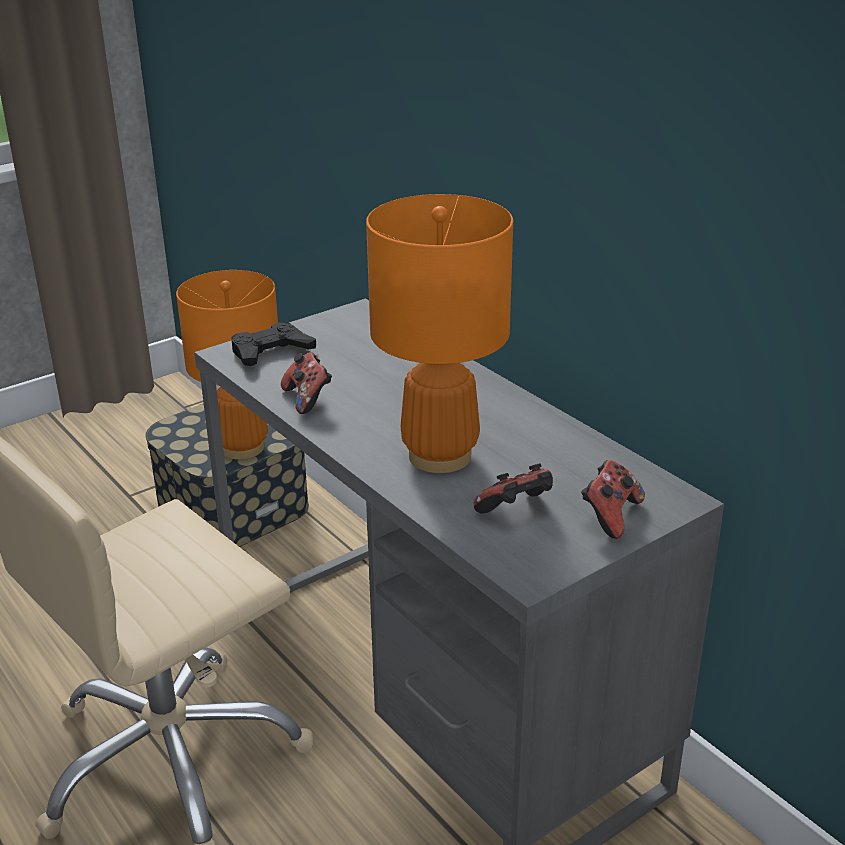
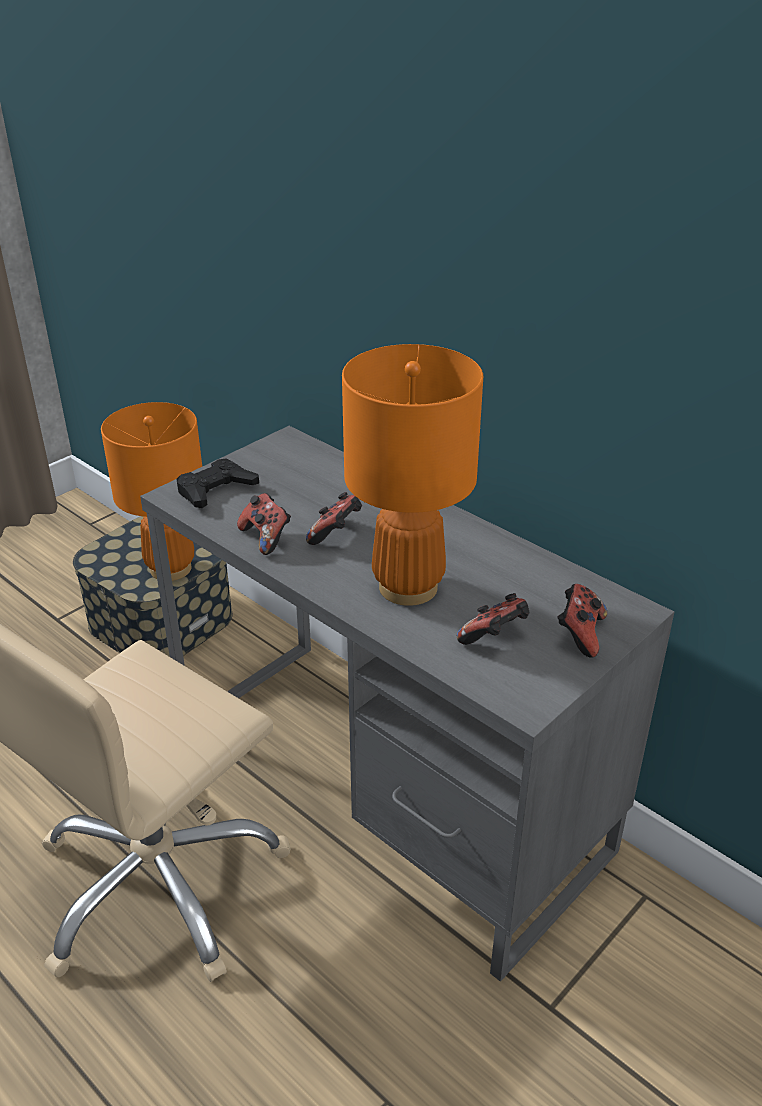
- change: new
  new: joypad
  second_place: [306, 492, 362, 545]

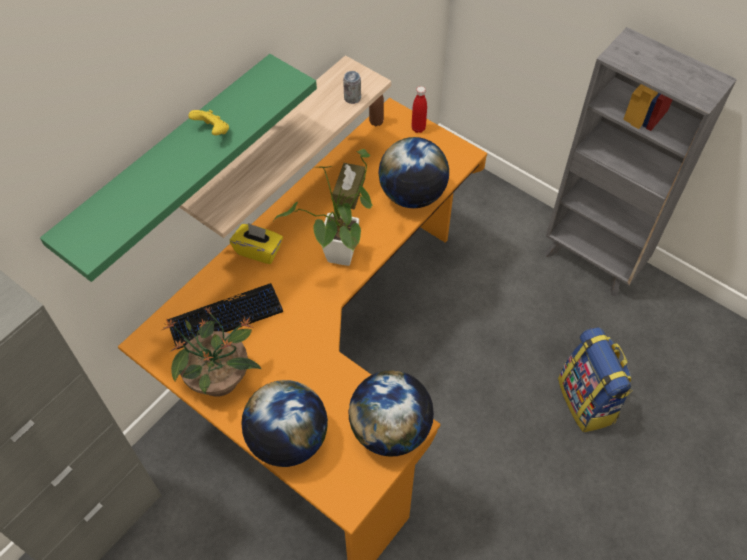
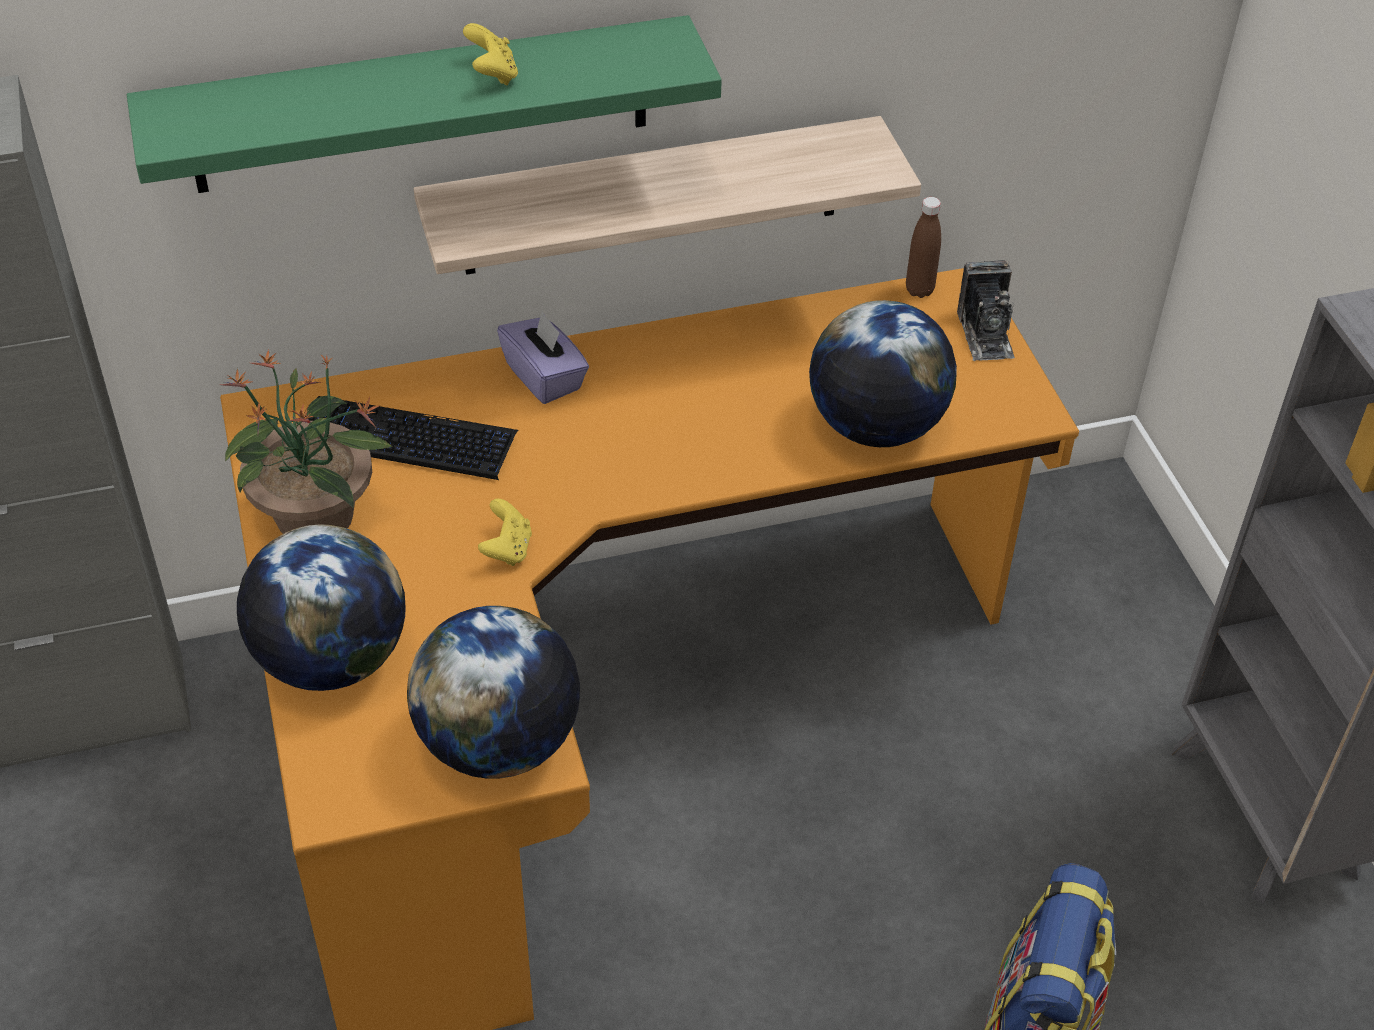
- change: repainted
  old: box of tissues in yellowish
  new: box of tissues in purple-coloured
  first_place: [230, 223, 283, 264]
  second_place: [497, 311, 589, 404]
- change: gone
  old: houseplant
  first_place: [274, 149, 373, 266]
- change: gone
  old: box of tissues in brownish
  first_place: [332, 163, 365, 209]
- change: gone
  old: metal can
  first_place: [343, 71, 361, 104]
- change: swapped
  old: drink bottle in red
  new: still camera
  first_place: [411, 86, 427, 133]
  second_place: [957, 260, 1015, 361]
- change: new
  new: joypad in yellowish
  second_place: [478, 499, 532, 566]

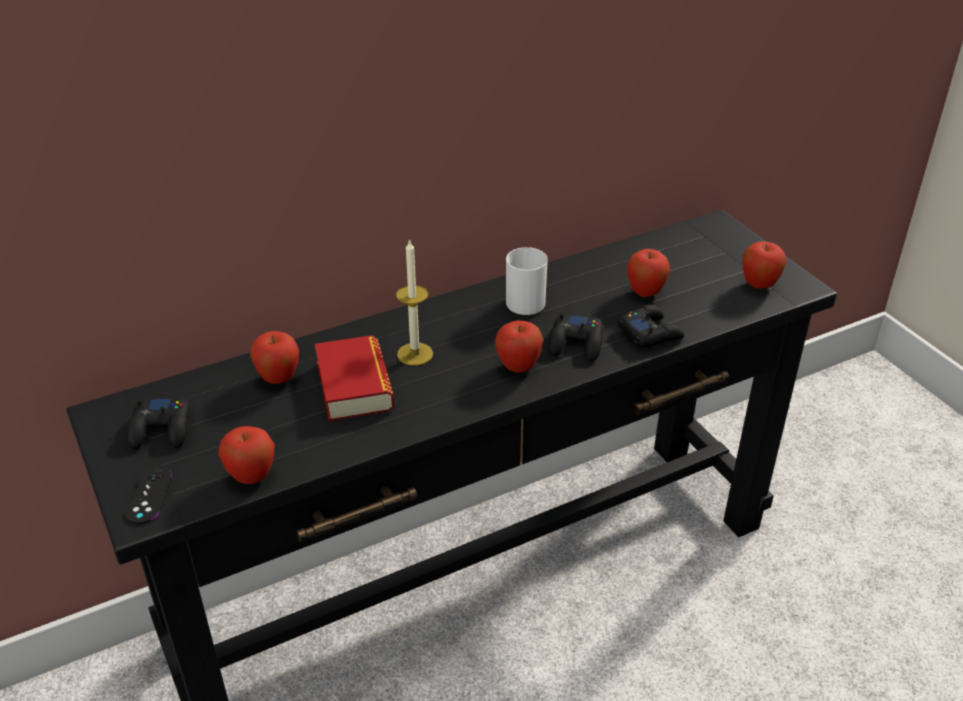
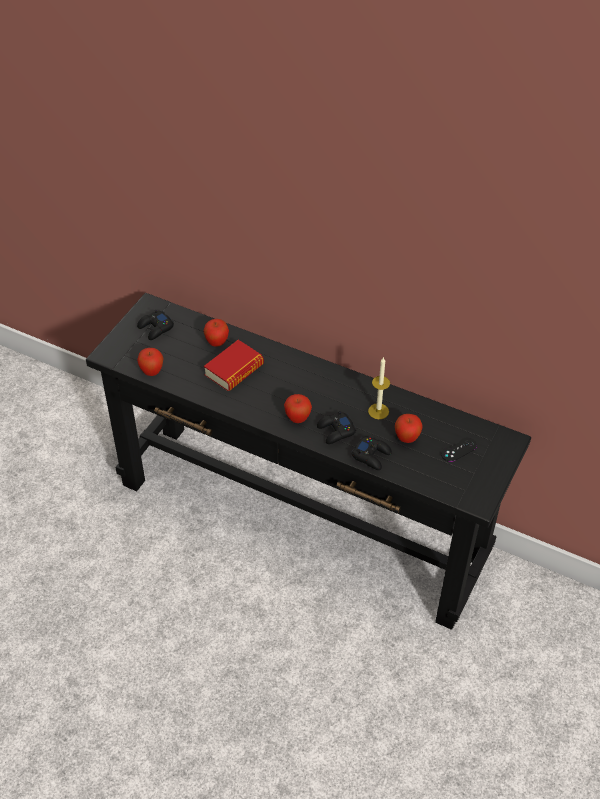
- change: shifted
  old: joypad in blackish
  first_place: [124, 465, 172, 524]
  second_place: [441, 438, 477, 462]
- change: shifted
  old: candle
  first_place: [396, 239, 433, 366]
  second_place: [368, 357, 390, 419]
- change: gone
  old: mug in whitish
  first_place: [506, 247, 548, 315]
- change: gone
  old: whole apple
  first_place: [743, 241, 786, 289]

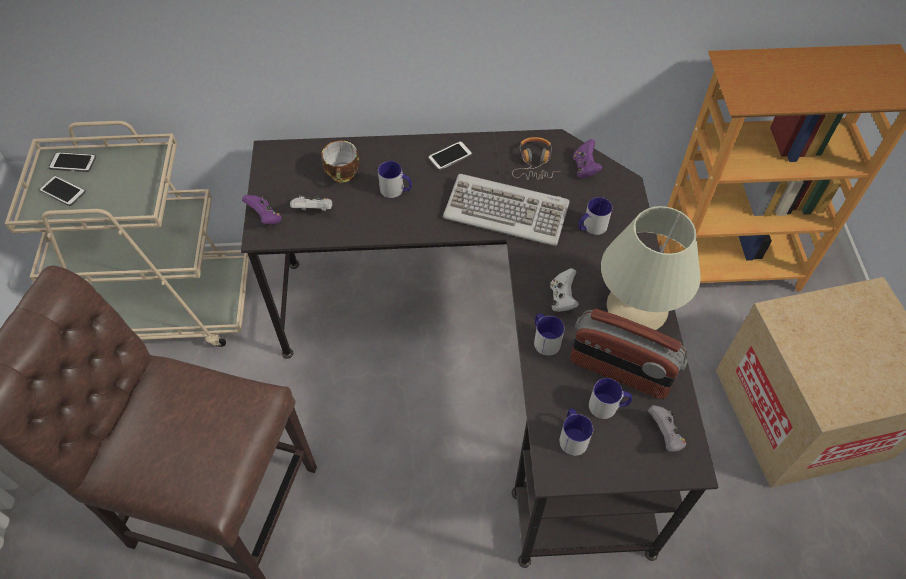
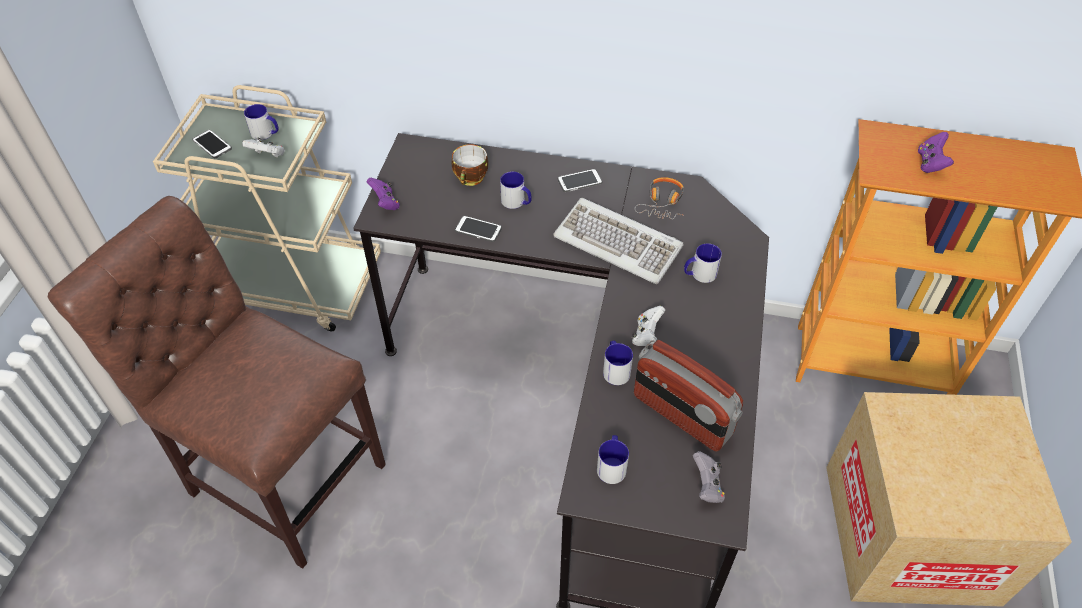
- change: shifted
  old: handset
  first_place: [49, 152, 96, 172]
  second_place: [455, 216, 502, 242]
- change: shifted
  old: joypad in whitish
  first_place: [290, 194, 332, 211]
  second_place: [242, 138, 285, 157]
- change: shifted
  old: joypad in purple-coloured
  first_place: [573, 139, 603, 178]
  second_place: [918, 132, 954, 173]
- change: shifted
  old: mug
  first_place: [589, 378, 632, 419]
  second_place: [244, 104, 279, 140]
- change: gone
  old: table lamp in beige-coloured
  first_place: [601, 206, 701, 330]

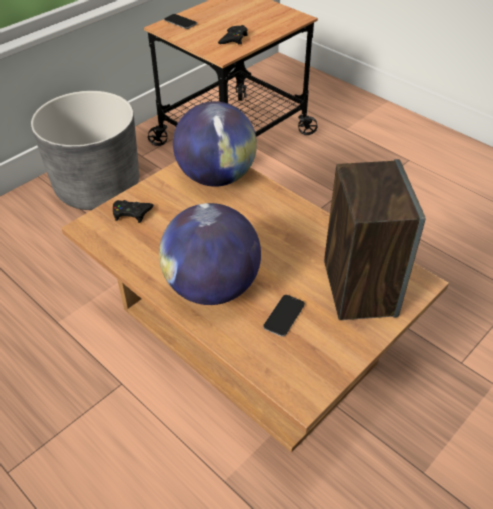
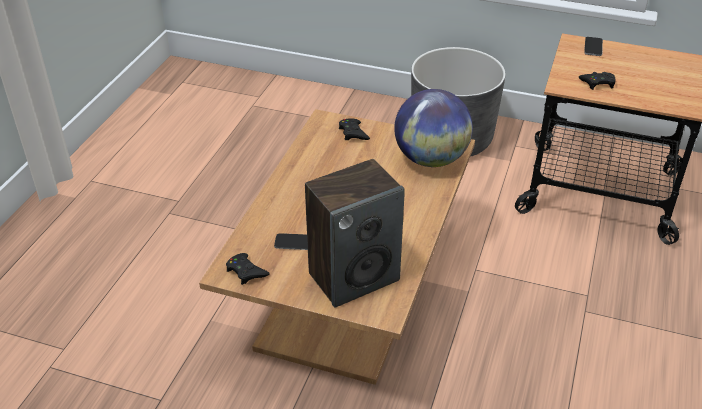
- change: gone
  old: world globe
  first_place: [159, 203, 261, 305]
- change: new
  new: joypad in blackish
  second_place: [226, 253, 270, 285]

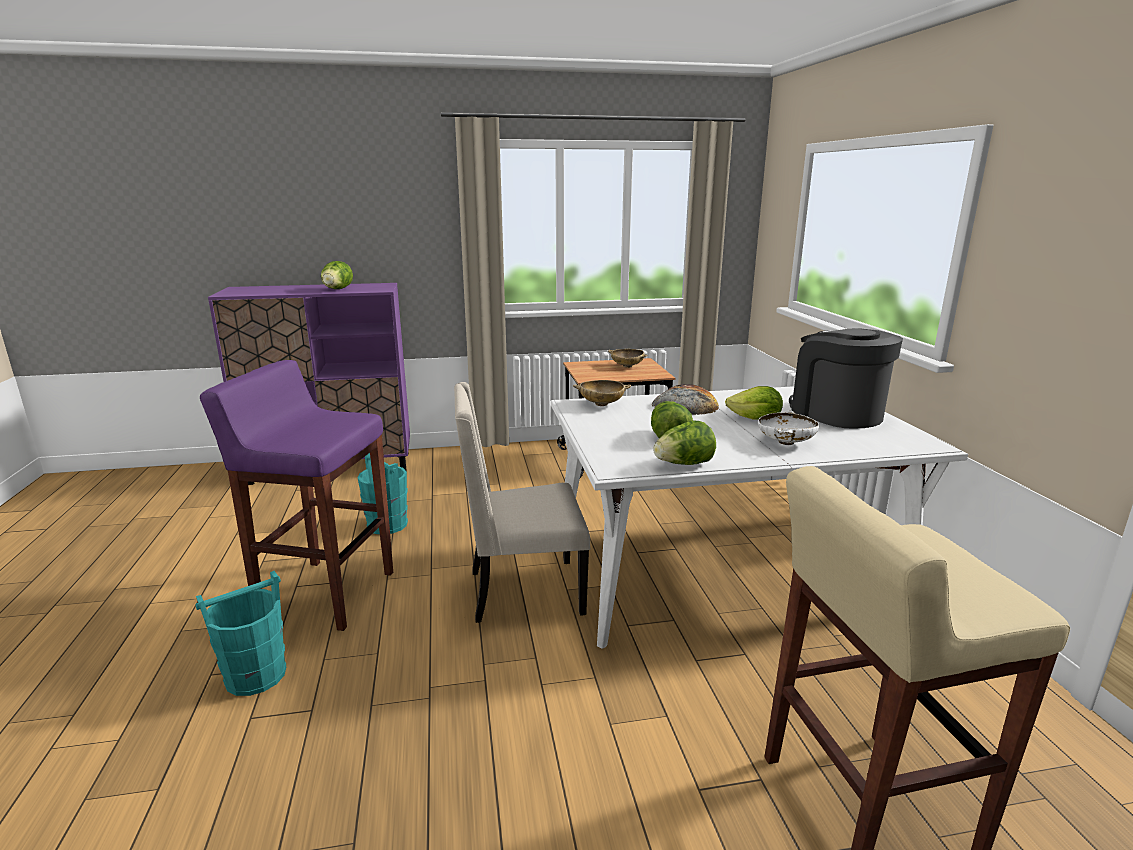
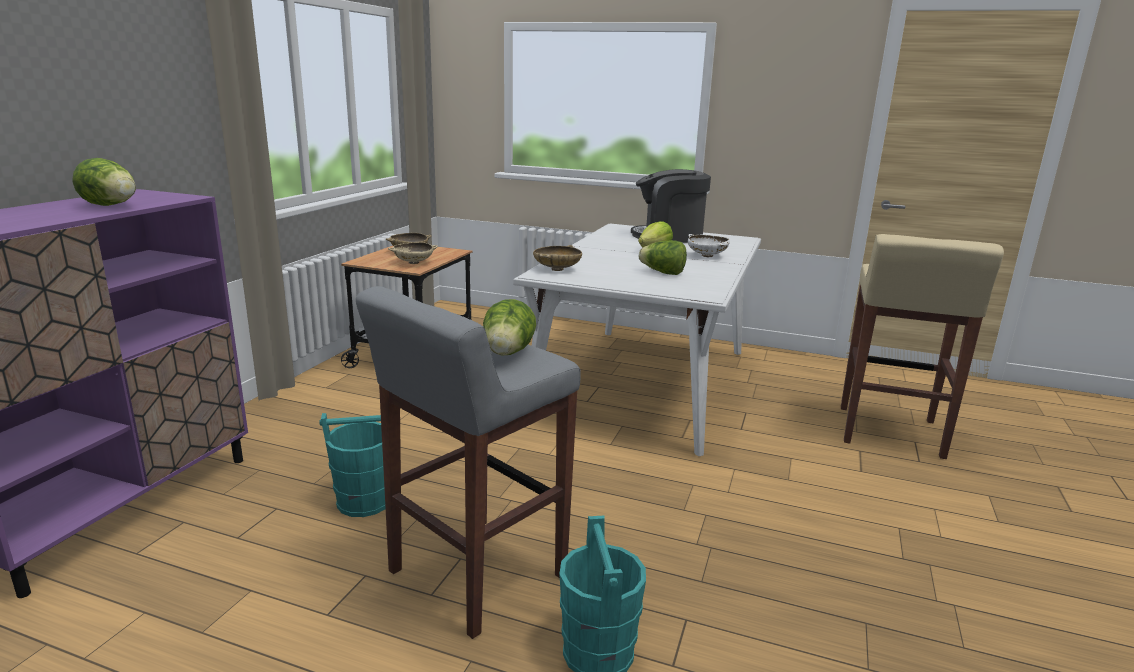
- change: repainted
  old: stool in purple-coloured
  new: stool in grey
  first_place: [200, 360, 393, 631]
  second_place: [356, 286, 581, 639]
- change: gone
  old: chair in beige-coloured
  first_place: [454, 382, 590, 623]
- change: gone
  old: baked bread
  first_place: [651, 384, 719, 415]
- change: shifted
  old: head of lettuce
  first_place: [653, 421, 716, 465]
  second_place: [483, 299, 536, 356]
- change: new
  new: bowl in beige-coloured
  second_place: [388, 242, 438, 264]

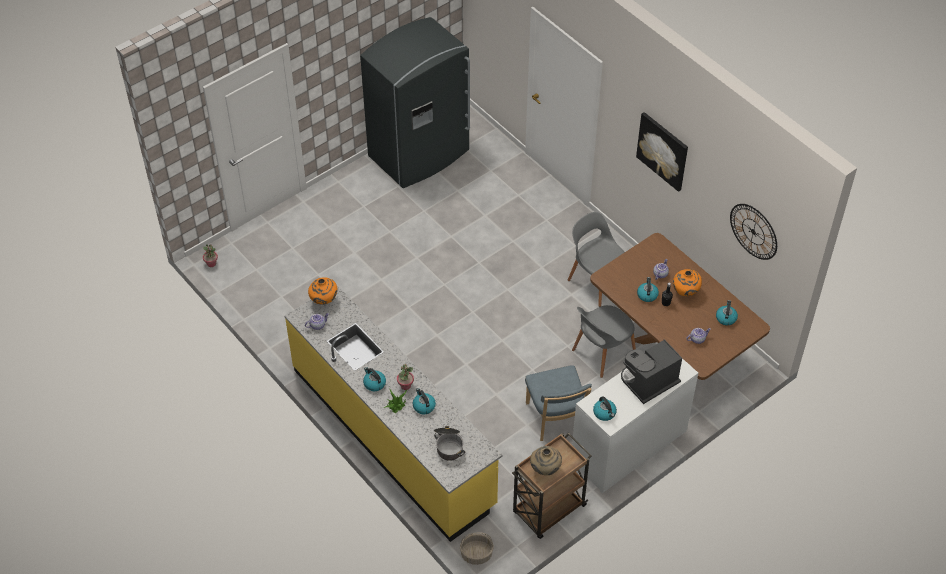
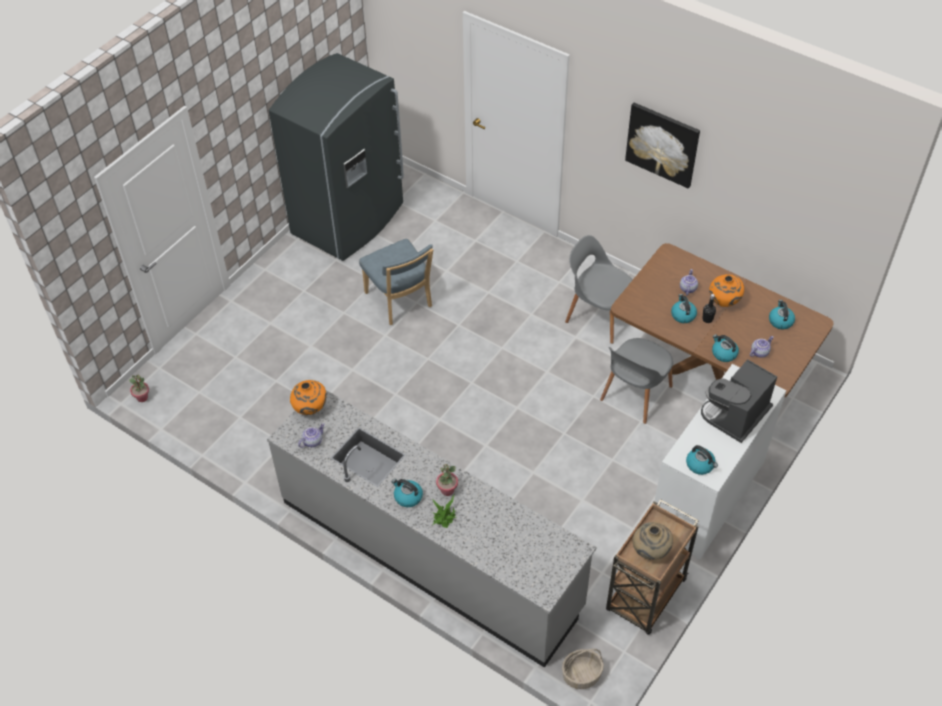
- change: repainted
  old: kitchen base unit in yellowish
  new: kitchen base unit in grey
  first_place: [284, 284, 503, 542]
  second_place: [267, 390, 597, 668]
- change: shifted
  old: water kettle
  first_place: [413, 388, 436, 414]
  second_place: [712, 334, 739, 362]
- change: gone
  old: stockpot
  first_place: [434, 426, 465, 461]
- change: shifted
  old: chair in bluish
  first_place: [525, 365, 592, 441]
  second_place: [359, 239, 433, 325]
- change: gone
  old: clock on the wall
  first_place: [730, 204, 777, 260]

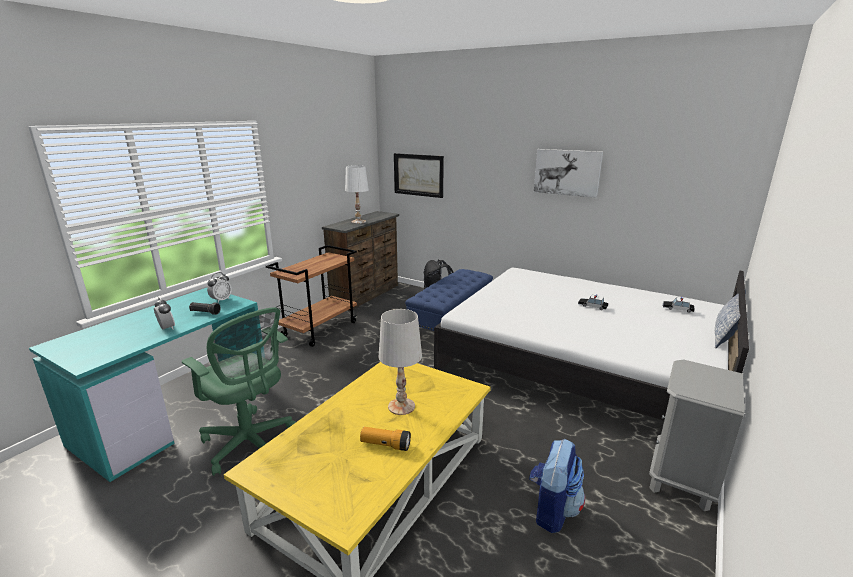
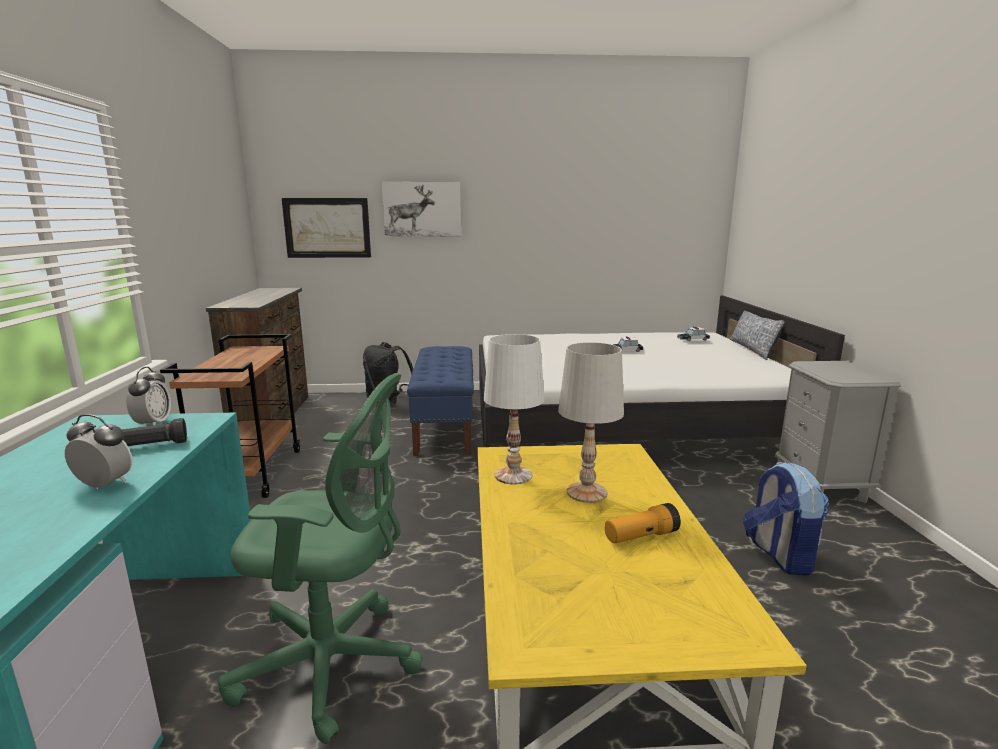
- change: shifted
  old: table lamp in whitish
  first_place: [345, 165, 369, 224]
  second_place: [484, 334, 545, 484]
- change: shifted
  old: wall picture
  first_place: [534, 149, 603, 198]
  second_place: [382, 182, 461, 237]

